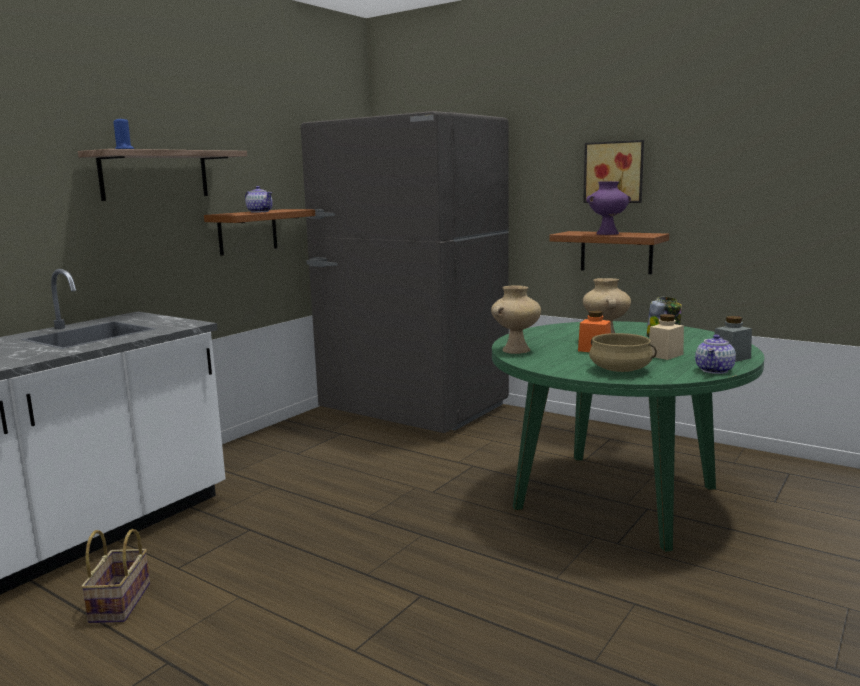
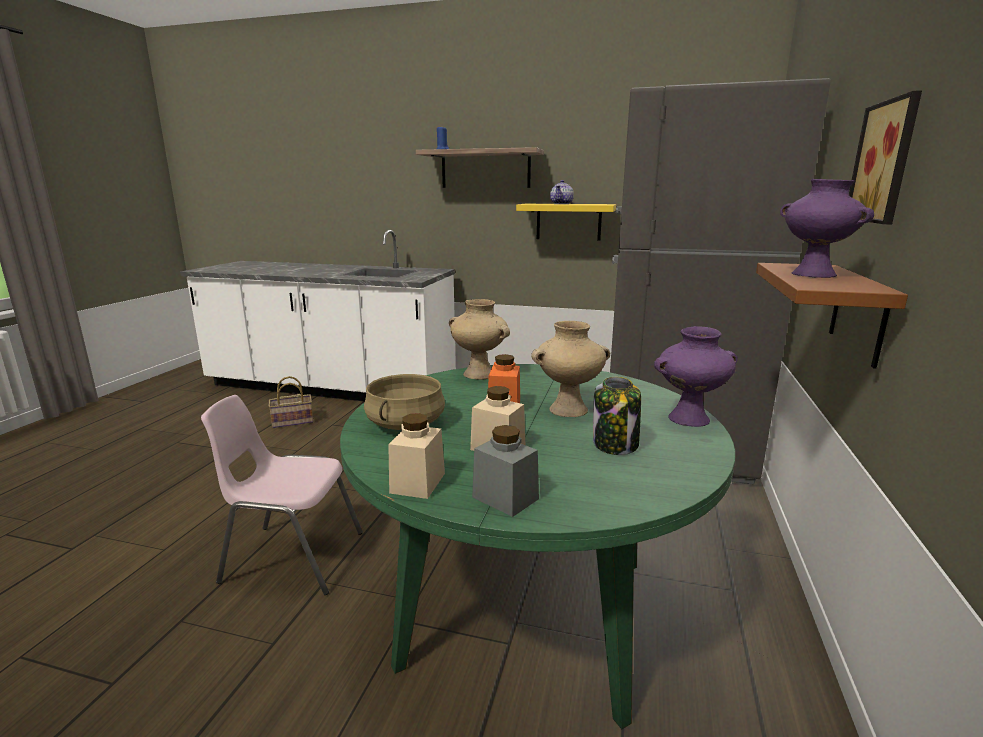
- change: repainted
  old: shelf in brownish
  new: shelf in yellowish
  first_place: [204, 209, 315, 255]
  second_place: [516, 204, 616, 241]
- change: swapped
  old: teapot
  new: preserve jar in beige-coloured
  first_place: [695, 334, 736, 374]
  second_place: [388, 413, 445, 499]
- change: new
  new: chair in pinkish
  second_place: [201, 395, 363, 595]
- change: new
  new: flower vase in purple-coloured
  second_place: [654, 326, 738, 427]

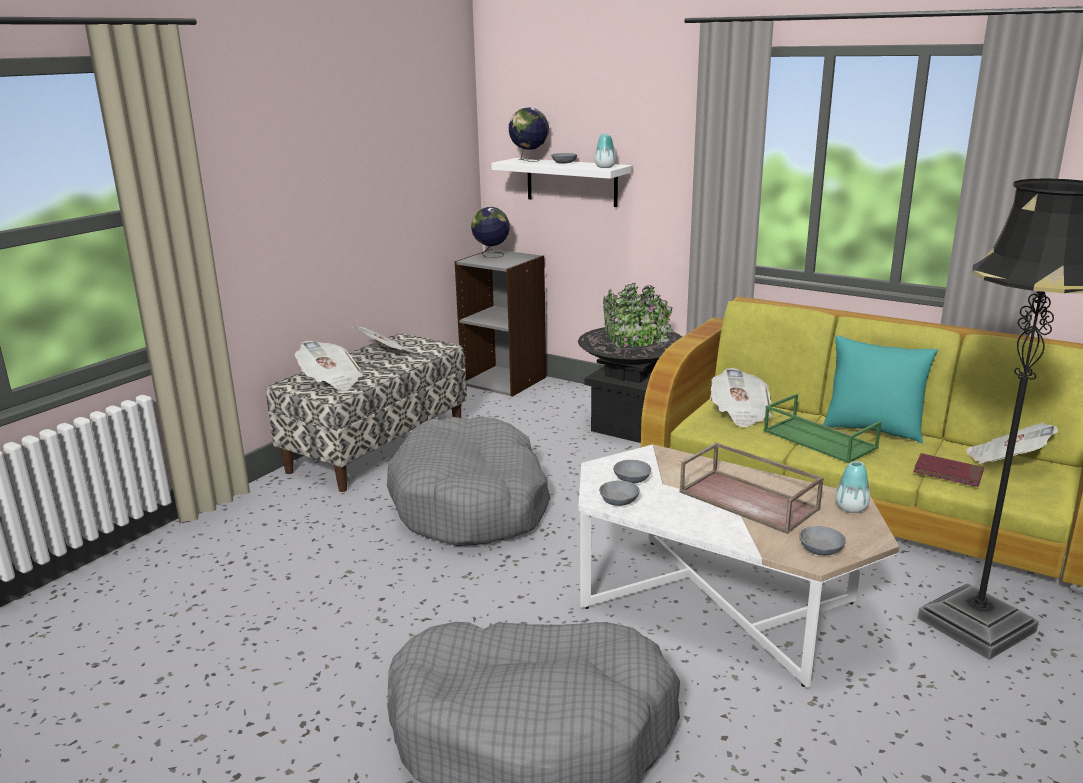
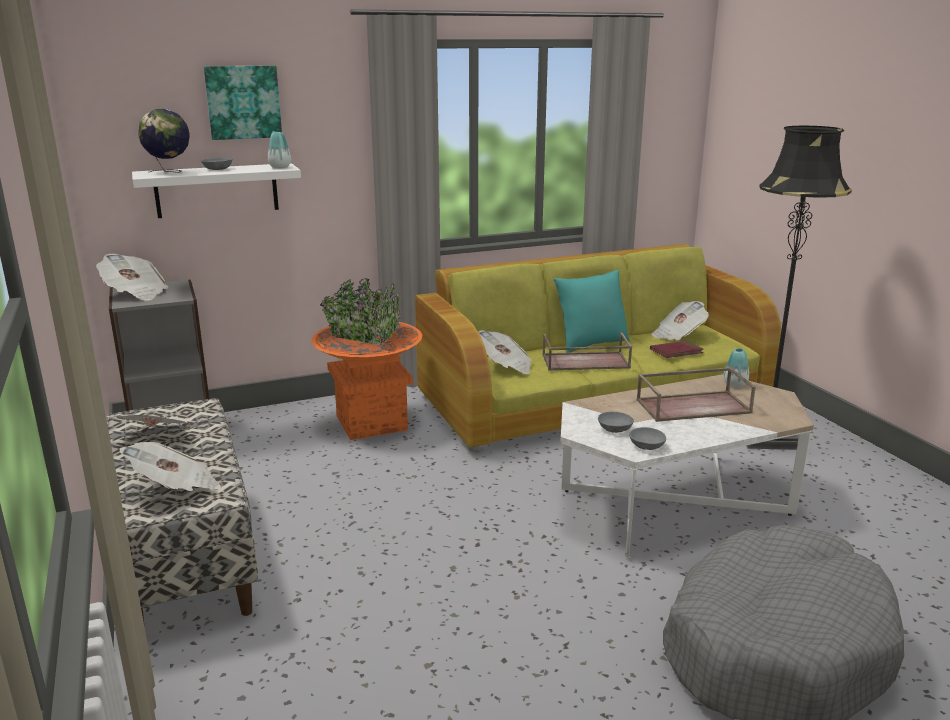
- change: gone
  old: dog bed in grey
  first_place: [387, 416, 551, 546]
- change: swapped
  old: world globe
  new: newspaper
  first_place: [471, 207, 510, 258]
  second_place: [96, 254, 168, 301]
- change: repainted
  old: plant pot in blackish
  new: plant pot in orange-coloured
  first_place: [578, 283, 683, 443]
  second_place: [311, 278, 422, 440]
- change: repainted
  old: serving tray in green
  new: serving tray in brownish
  first_place: [764, 394, 881, 463]
  second_place: [542, 332, 632, 370]
- change: gone
  old: bowl in grey
  first_place: [799, 526, 846, 555]
- change: new
  new: wall picture
  second_place: [204, 65, 282, 140]

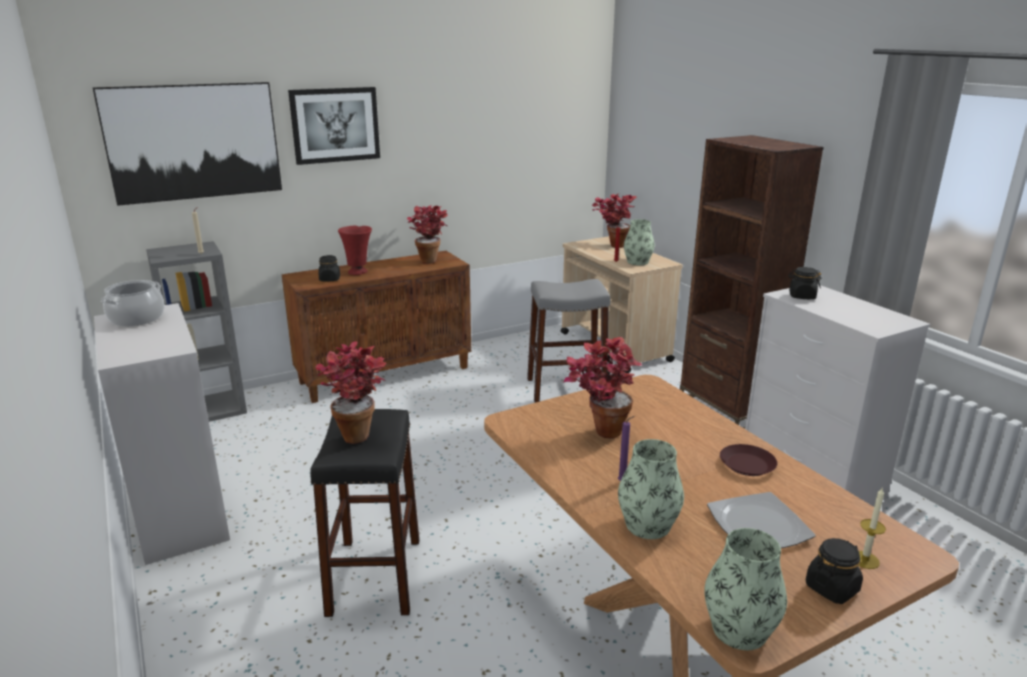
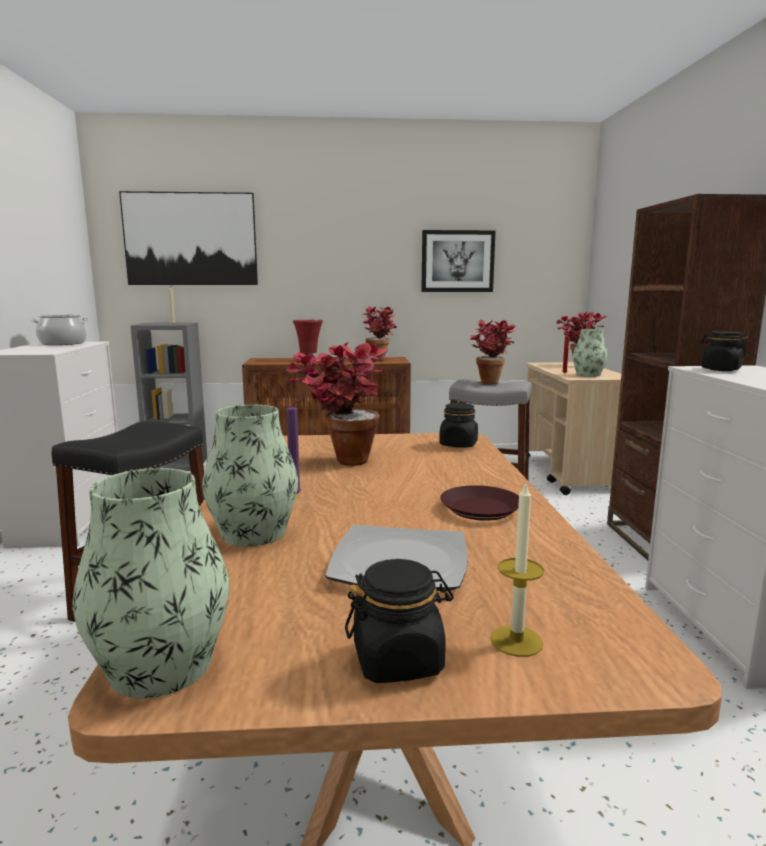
- change: shifted
  old: wall picture
  first_place: [288, 87, 380, 165]
  second_place: [421, 230, 496, 292]
- change: shifted
  old: houseplant
  first_place: [316, 341, 386, 444]
  second_place: [470, 320, 515, 385]
- change: shifted
  old: preserve jar in blackish
  first_place: [318, 255, 340, 281]
  second_place: [439, 403, 478, 448]

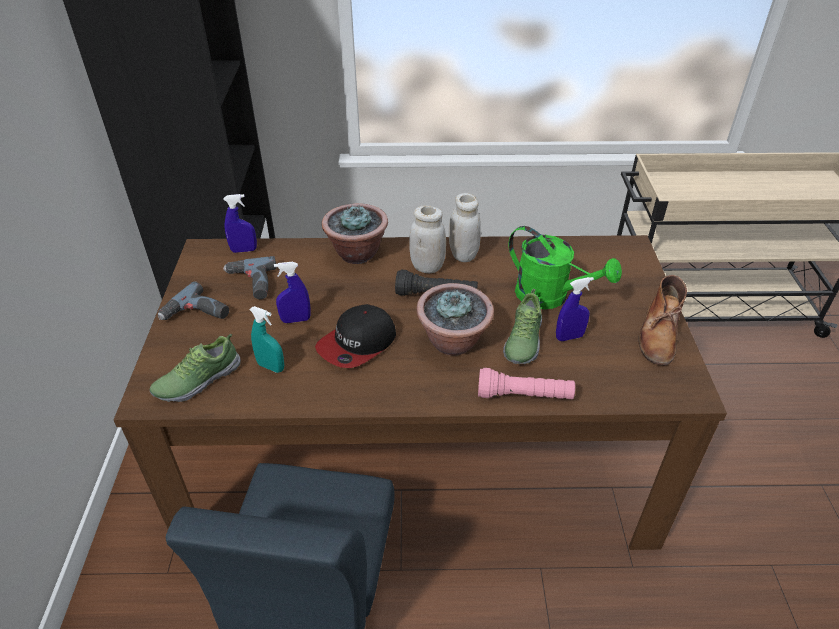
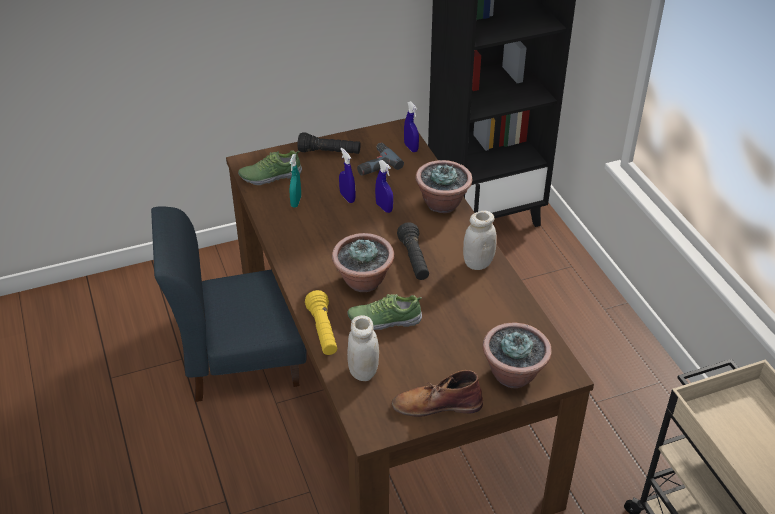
- change: rotated
  old: low shoe
  first_place: [150, 334, 241, 402]
  second_place: [238, 150, 302, 185]
  degrees: -45
- change: swapped
  old: drill
  new: hand torch in blackish
  first_place: [158, 281, 229, 320]
  second_place: [297, 132, 361, 154]
- change: gone
  old: baseball cap
  first_place: [315, 304, 396, 368]
- change: shifted
  old: preserve jar in whitish
  first_place: [409, 205, 446, 274]
  second_place: [347, 315, 379, 381]
- change: repainted
  old: hand torch in pinkish
  new: hand torch in yellowish
  first_place: [478, 368, 575, 399]
  second_place: [305, 290, 337, 355]
- change: gone
  old: watering pot in green
  first_place: [509, 226, 622, 309]
- change: shifted
  old: spray bottle in bluish
  first_place: [556, 277, 594, 341]
  second_place: [375, 160, 393, 213]
- change: new
  new: houseplant
  second_place: [483, 322, 552, 388]

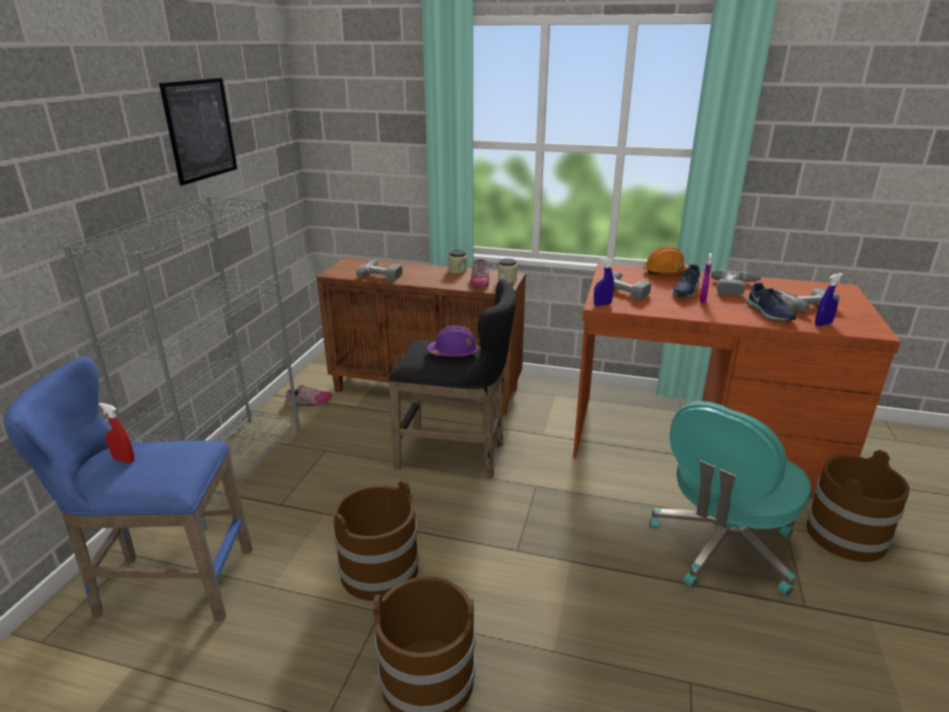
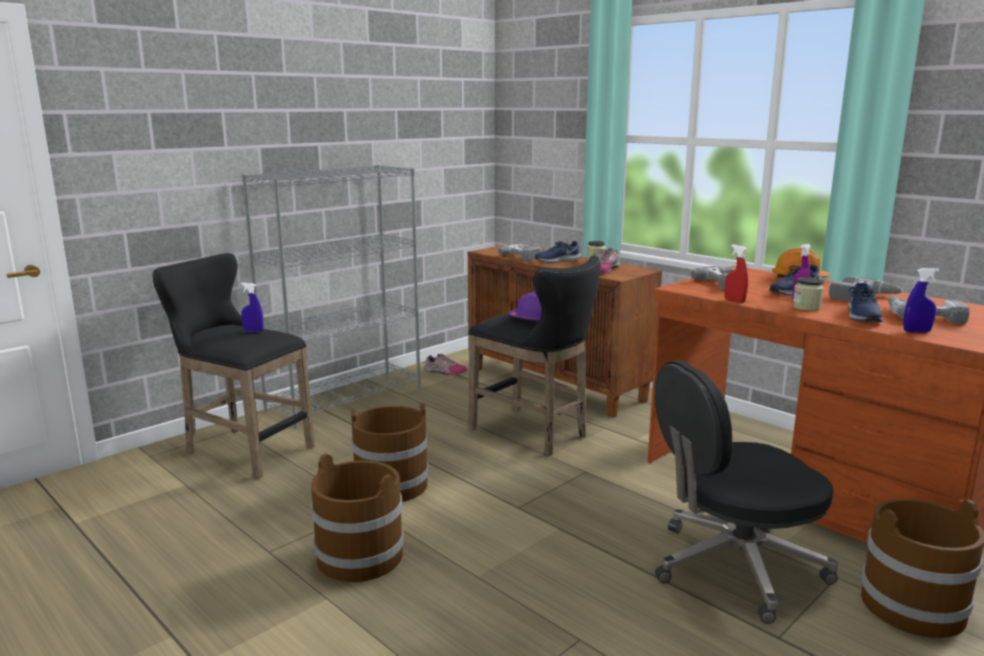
- change: repainted
  old: stool in bluish
  new: stool in blackish
  first_place: [3, 357, 252, 621]
  second_place: [153, 253, 315, 479]
- change: shifted
  old: spray bottle in red
  first_place: [99, 403, 135, 463]
  second_place: [725, 244, 748, 303]
- change: gone
  old: wall picture
  first_place: [159, 78, 237, 186]
- change: shifted
  old: preserve jar
  first_place: [498, 258, 517, 283]
  second_place: [792, 277, 824, 311]
- change: shifted
  old: spray bottle in bluish
  first_place: [594, 257, 614, 306]
  second_place: [241, 283, 263, 332]
- change: repainted
  old: computer chair in turquoise
  new: computer chair in blackish
  first_place: [650, 401, 811, 597]
  second_place: [655, 360, 838, 624]
- change: new
  new: low shoe in bluish
  second_place: [535, 241, 581, 263]

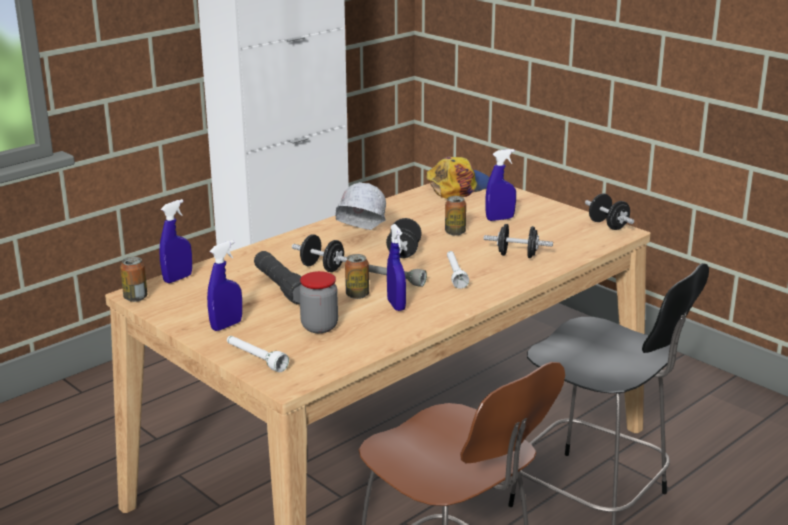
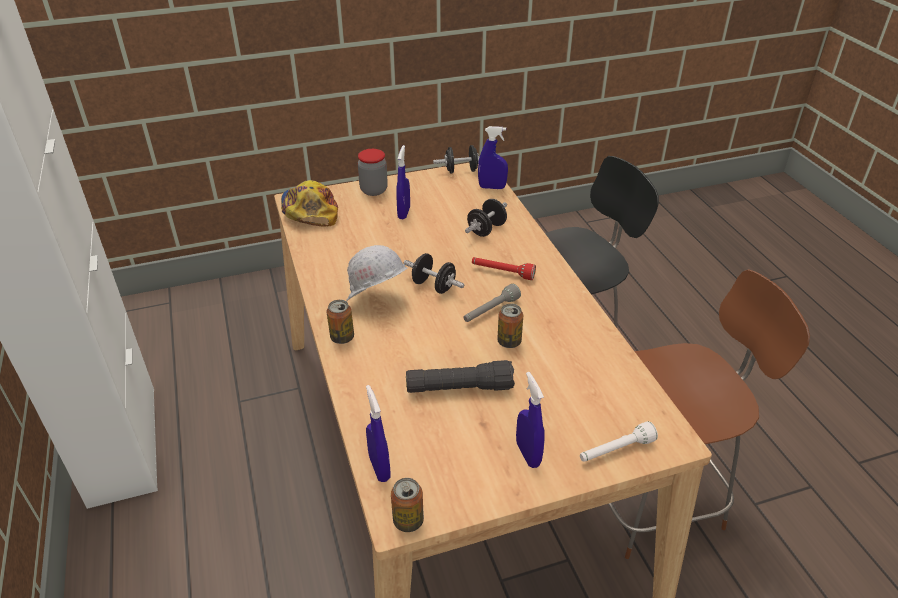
- change: gone
  old: free weight in blackish
  first_place: [292, 234, 347, 272]
- change: shifted
  old: preserve jar
  first_place: [299, 271, 338, 333]
  second_place: [358, 149, 388, 196]
- change: shifted
  old: spray bottle in bluish
  first_place: [387, 224, 406, 311]
  second_place: [478, 126, 508, 189]
- change: shifted
  old: metal can
  first_place: [445, 196, 466, 236]
  second_place: [327, 300, 354, 344]
- change: repainted
  old: hand torch in whitish
  new: hand torch in red
  first_place: [447, 251, 469, 289]
  second_place: [472, 257, 536, 280]

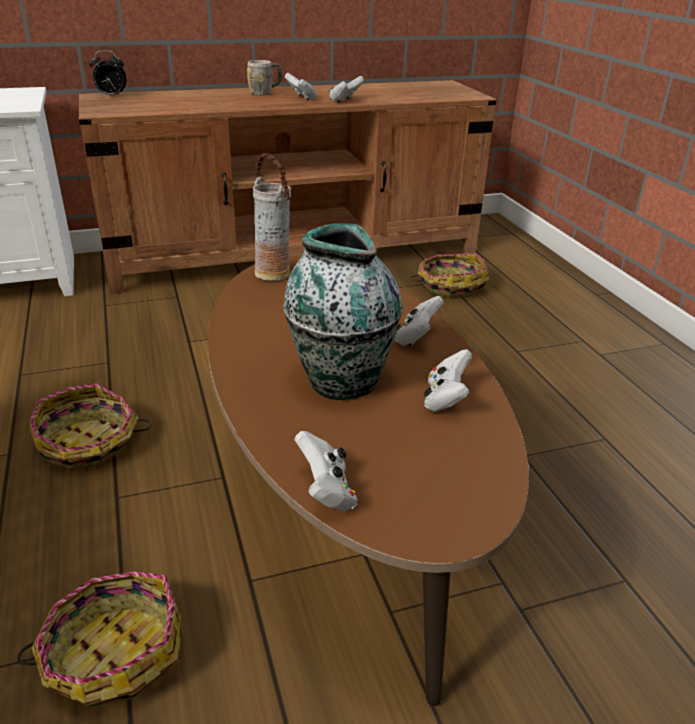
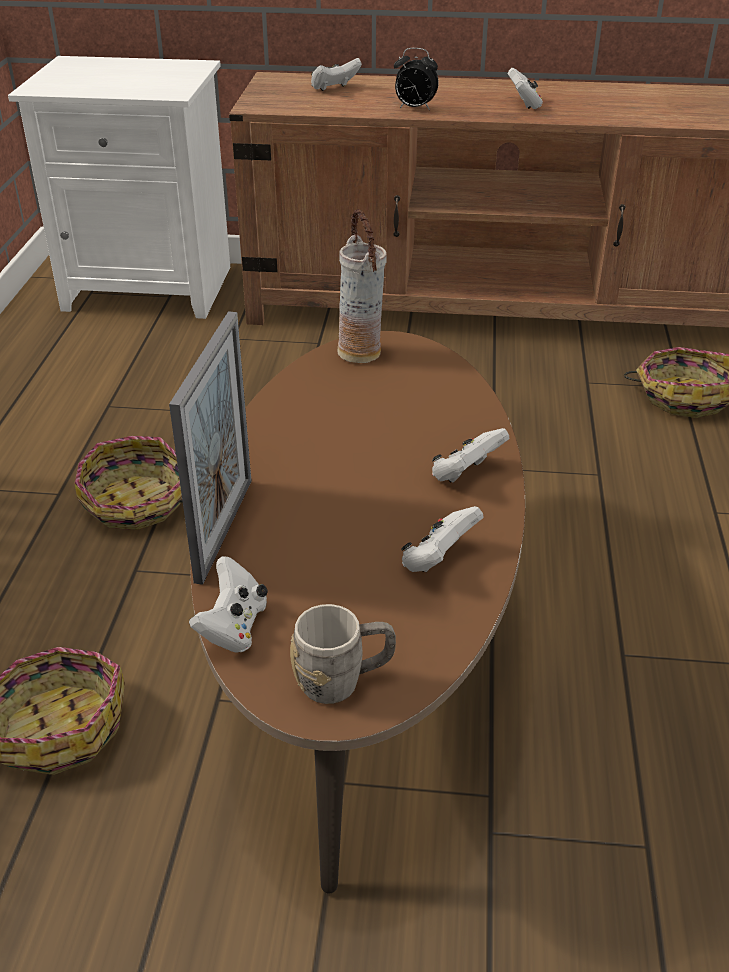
- change: shifted
  old: bedside clock
  first_place: [89, 50, 127, 97]
  second_place: [394, 48, 439, 110]
- change: shifted
  old: mug in grey
  first_place: [247, 60, 282, 96]
  second_place: [290, 604, 396, 704]
- change: gone
  old: flower vase
  first_place: [284, 223, 403, 400]
- change: shifted
  old: joypad in whitish
  first_place: [329, 76, 364, 102]
  second_place: [311, 58, 362, 91]
- change: new
  new: standing frame
  second_place: [169, 311, 252, 585]

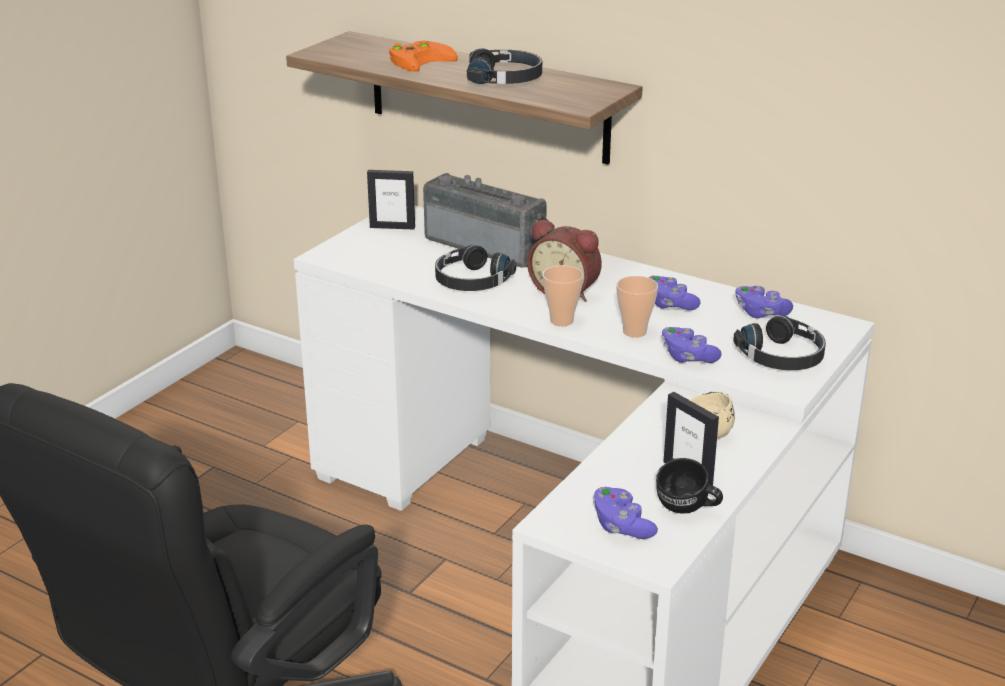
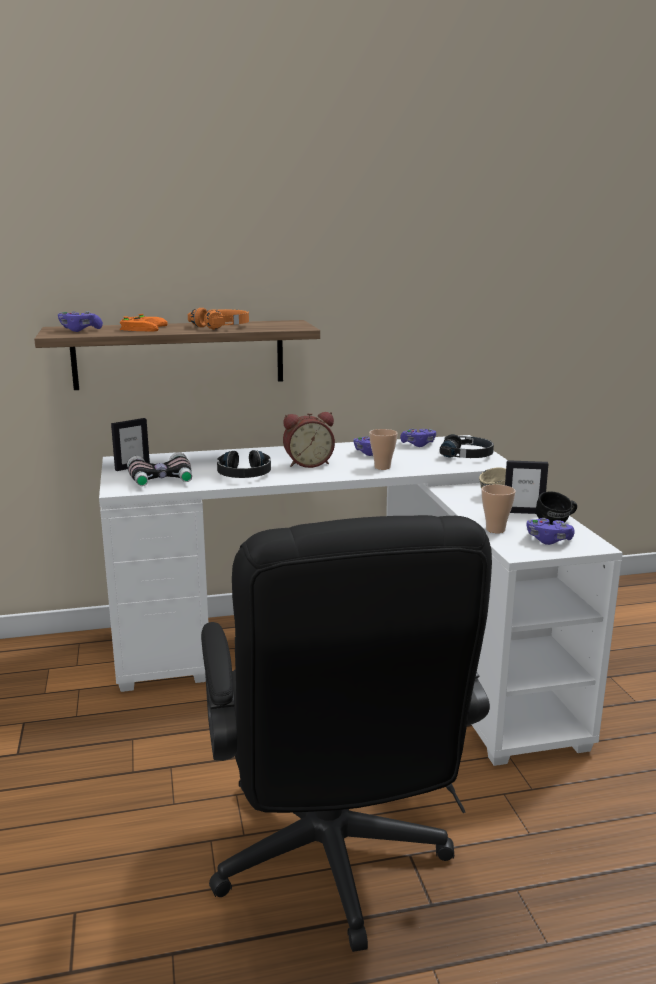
- change: gone
  old: radio
  first_place: [423, 173, 554, 268]
- change: repainted
  old: headset in blackish
  new: headset in orange-coloured
  first_place: [467, 48, 542, 84]
  second_place: [188, 308, 249, 330]
- change: shifted
  old: cup
  first_place: [543, 266, 583, 326]
  second_place: [482, 484, 516, 533]
- change: shifted
  old: joypad in purple-coloured
  first_place: [661, 327, 722, 363]
  second_place: [58, 311, 103, 332]
- change: new
  new: binoculars
  second_place: [127, 452, 192, 486]

